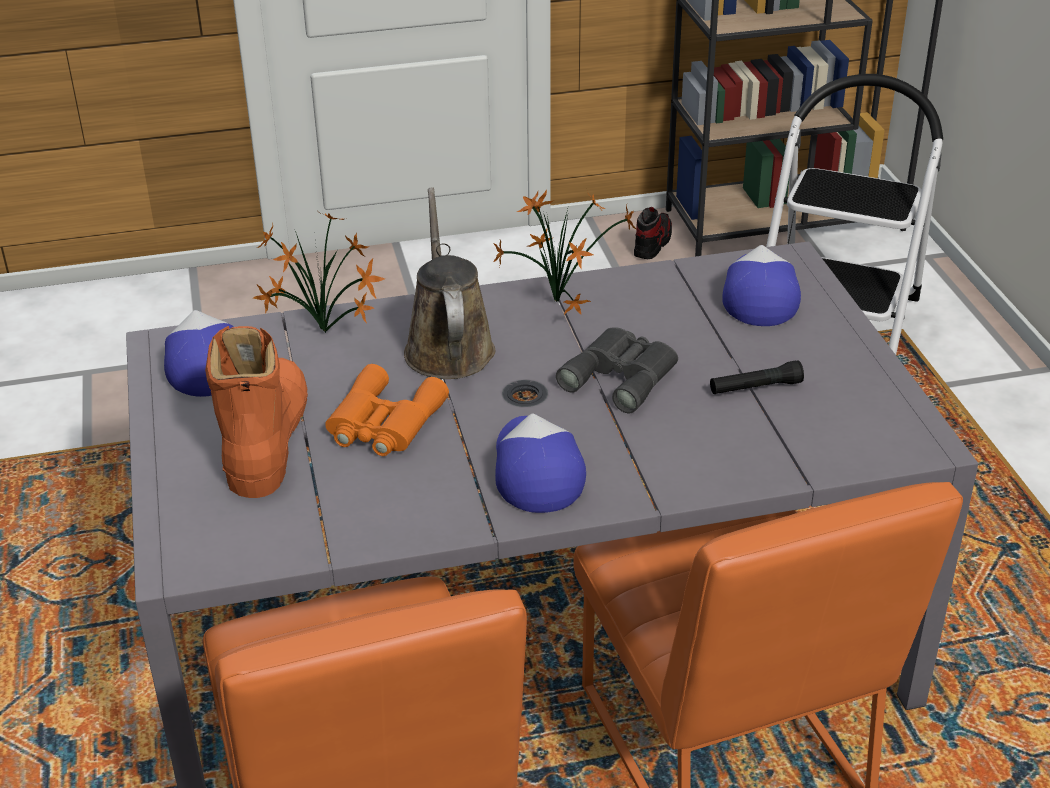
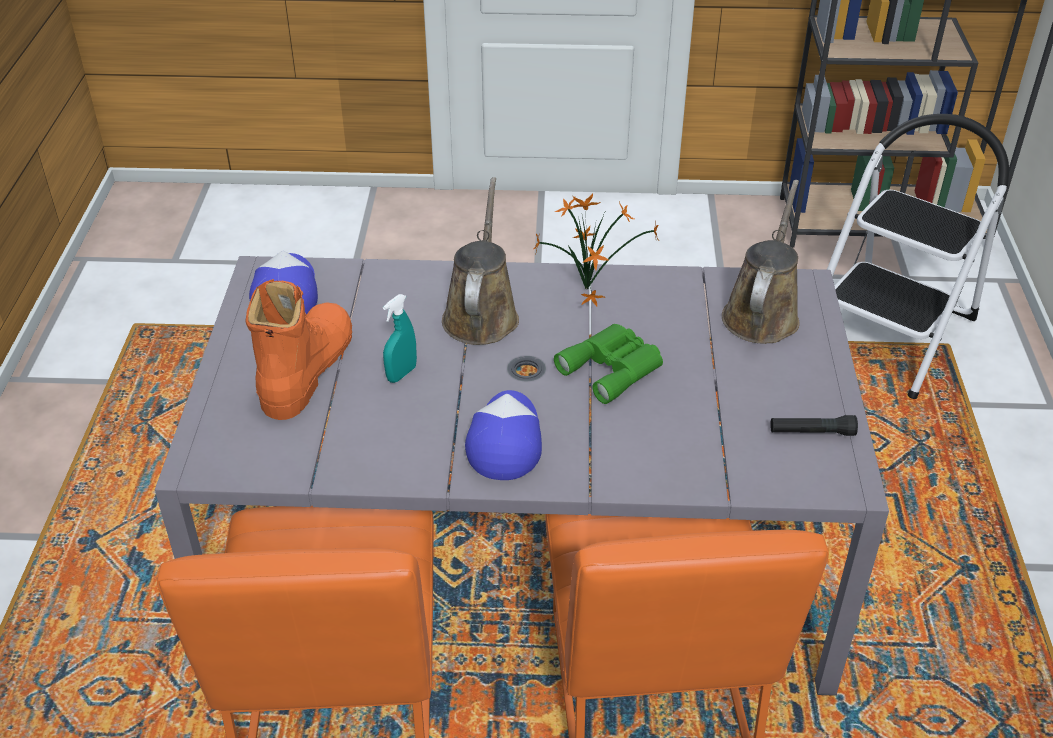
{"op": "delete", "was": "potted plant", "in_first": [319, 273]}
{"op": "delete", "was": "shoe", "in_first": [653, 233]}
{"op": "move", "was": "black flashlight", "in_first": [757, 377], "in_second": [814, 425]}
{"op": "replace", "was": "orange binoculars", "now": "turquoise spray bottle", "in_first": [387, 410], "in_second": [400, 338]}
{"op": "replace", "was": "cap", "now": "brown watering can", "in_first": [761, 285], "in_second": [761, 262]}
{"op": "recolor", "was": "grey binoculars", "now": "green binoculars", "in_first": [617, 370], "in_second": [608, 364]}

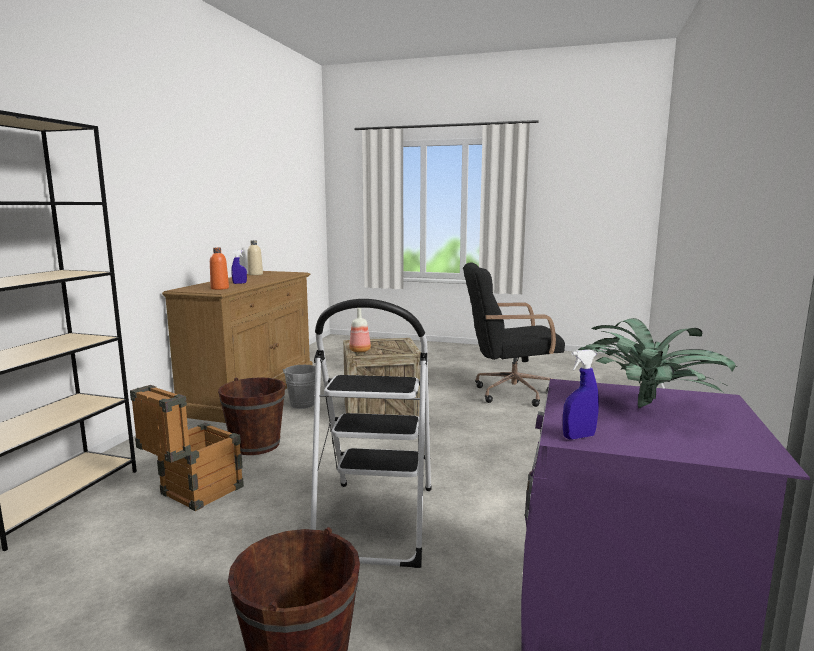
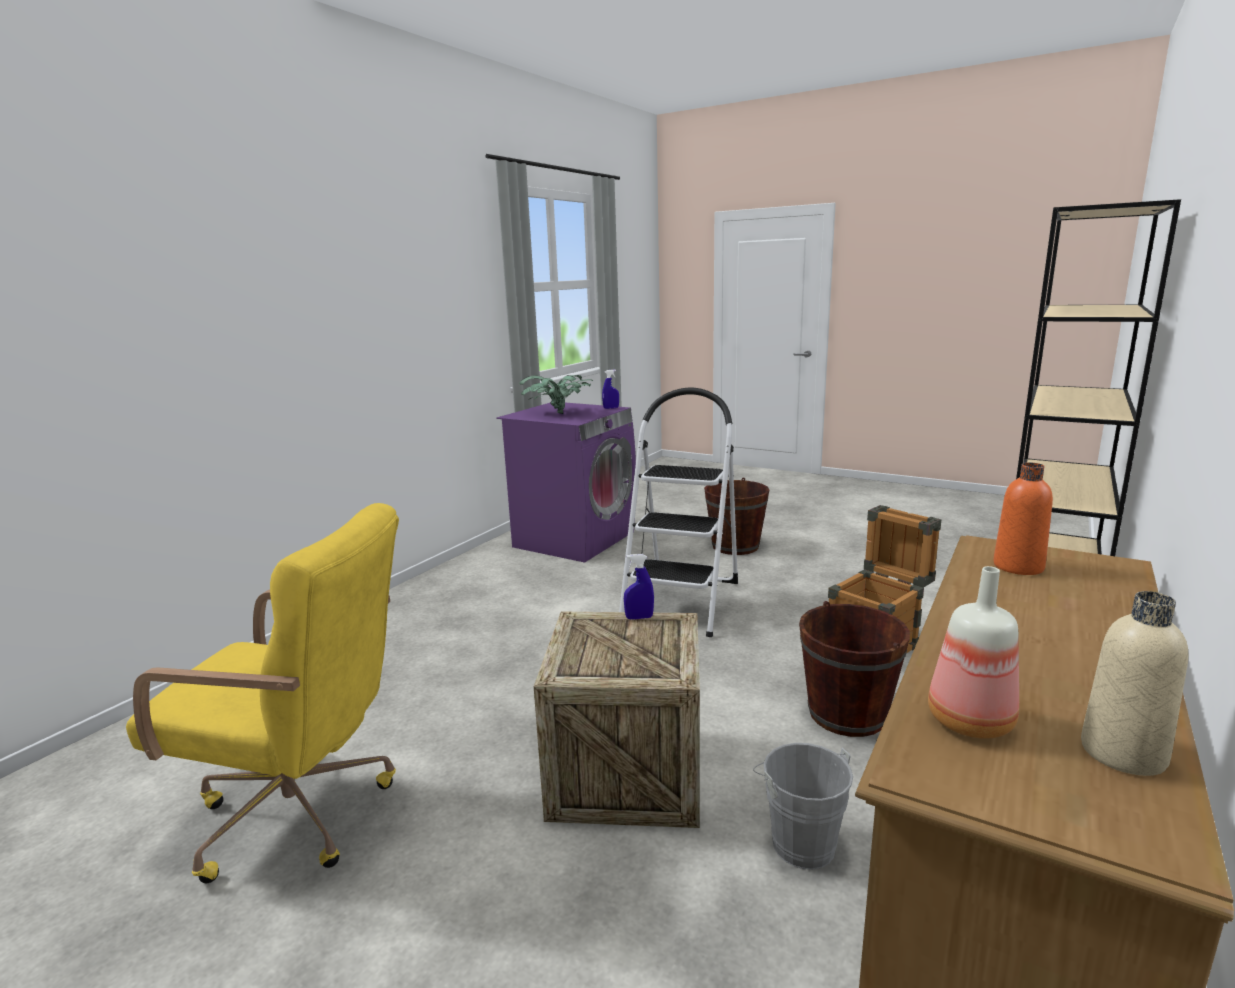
{"op": "move", "was": "blue spray bottle", "in_first": [239, 267], "in_second": [639, 586]}
{"op": "move", "was": "bottle", "in_first": [360, 330], "in_second": [973, 652]}
{"op": "recolor", "was": "black office chair", "now": "yellow office chair", "in_first": [514, 334], "in_second": [262, 693]}

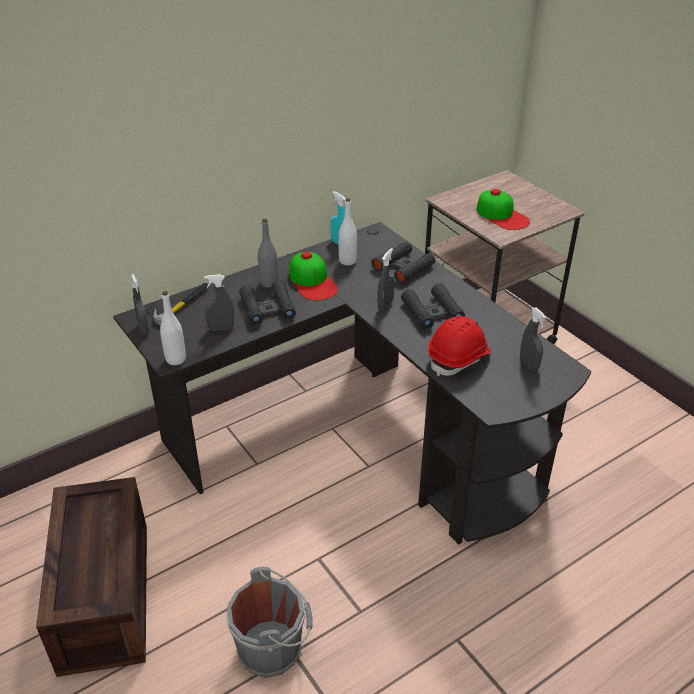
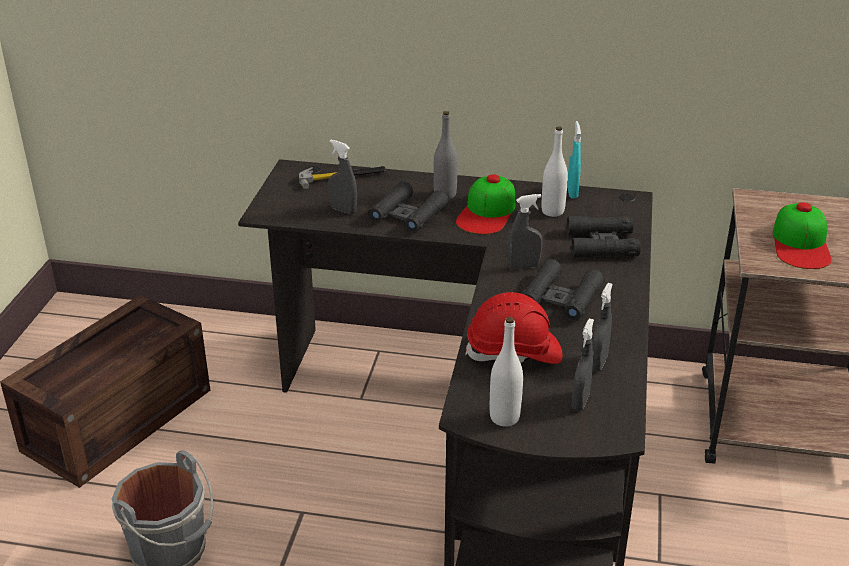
{"op": "move", "was": "grey spray bottle", "in_first": [140, 304], "in_second": [602, 327]}
{"op": "move", "was": "white bottle", "in_first": [173, 328], "in_second": [506, 372]}

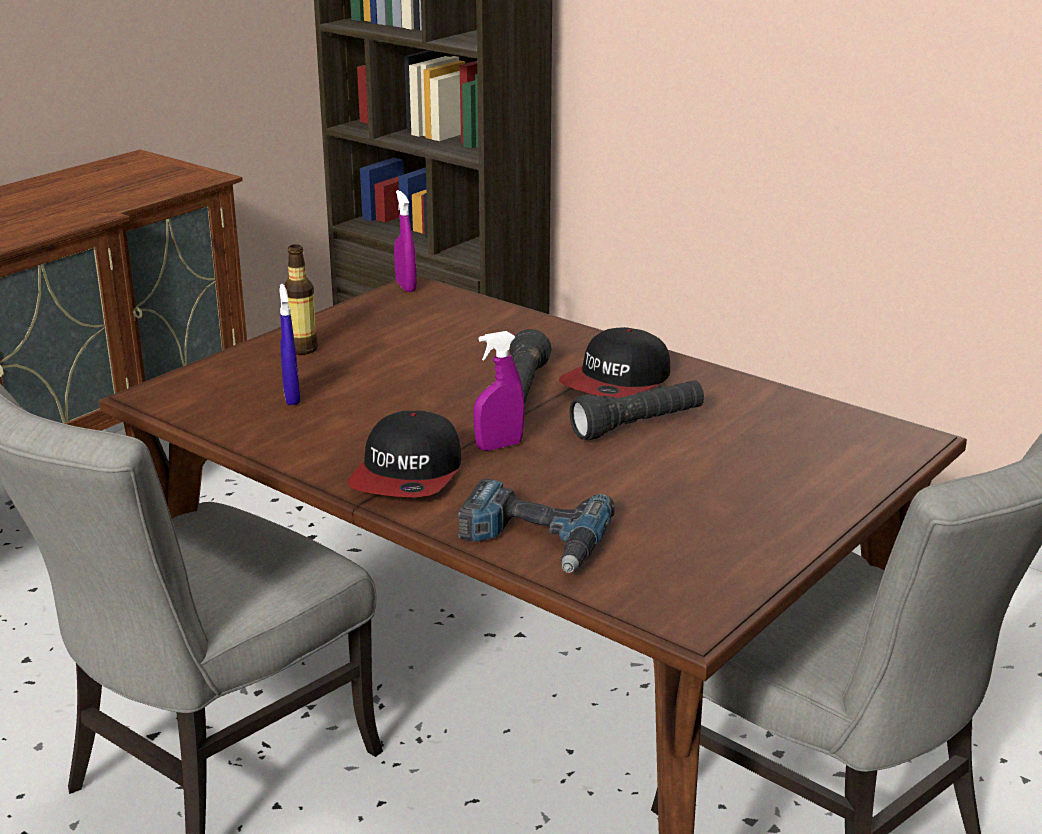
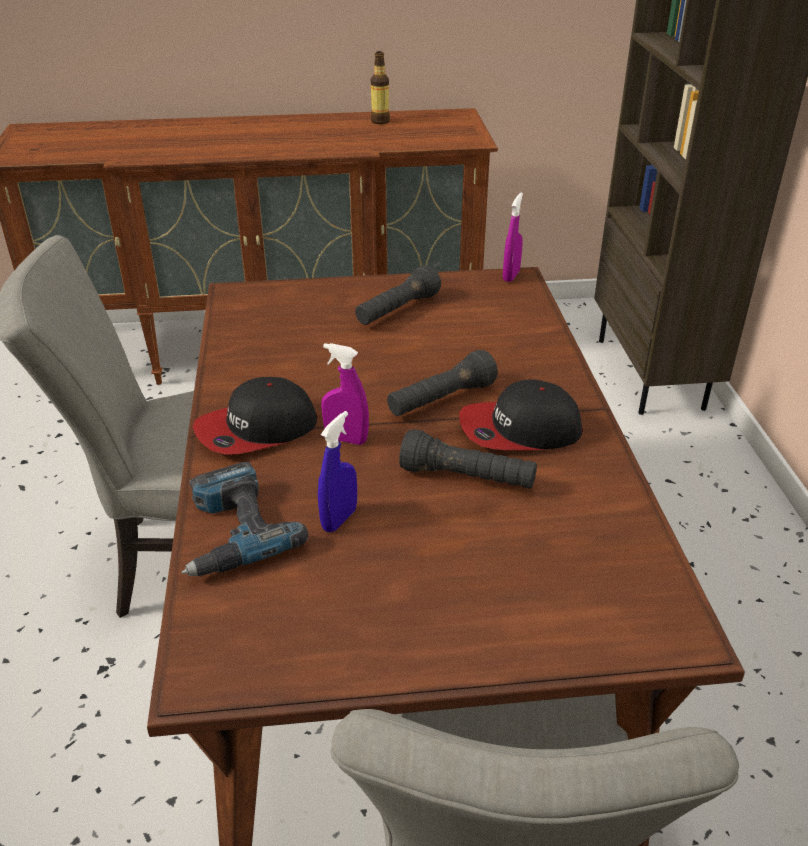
{"op": "insert", "now": "black flashlight", "in_second": [398, 295]}
{"op": "move", "was": "blue spray bottle", "in_first": [289, 344], "in_second": [337, 471]}
{"op": "move", "was": "bottle", "in_first": [301, 299], "in_second": [380, 87]}

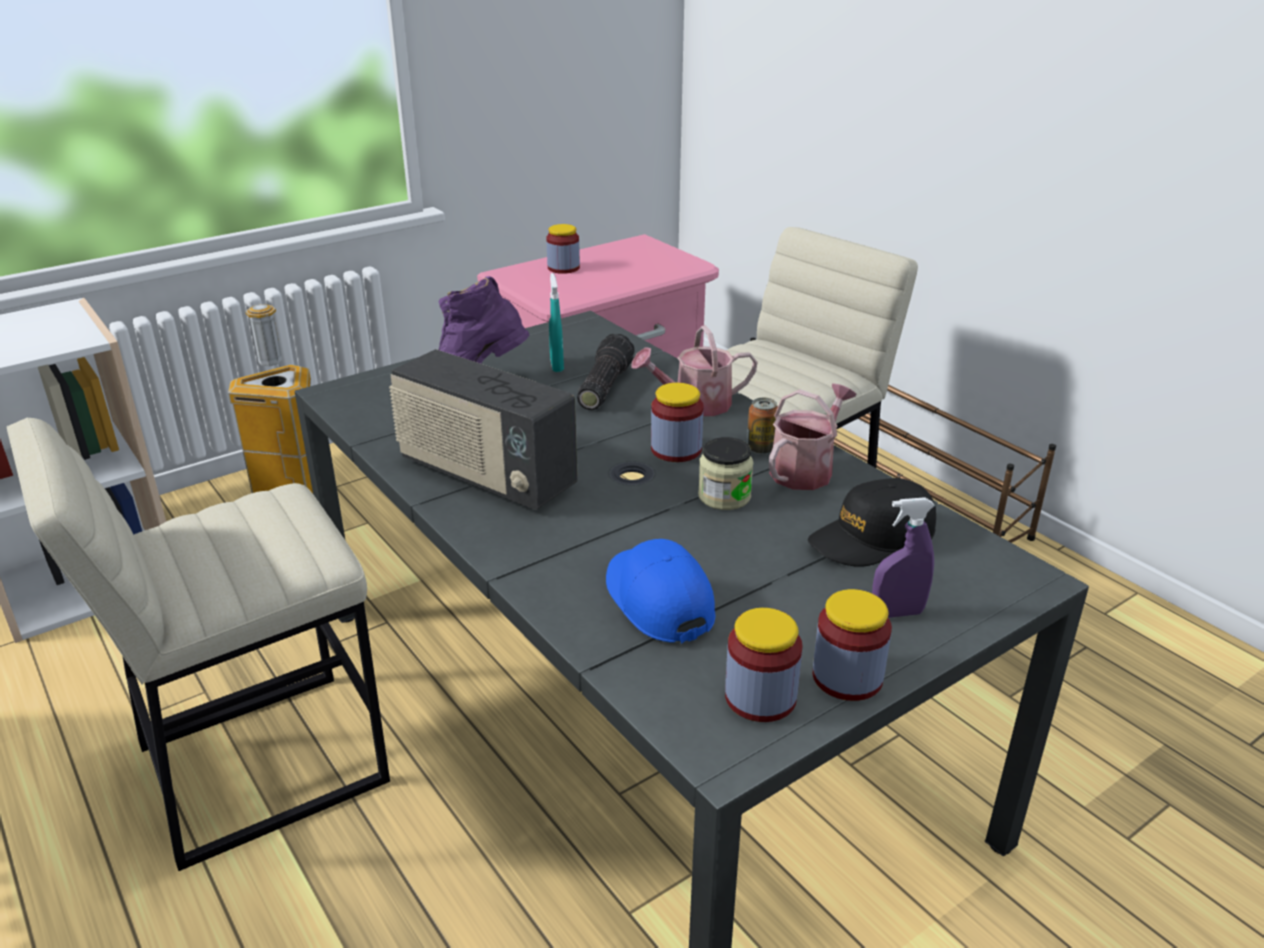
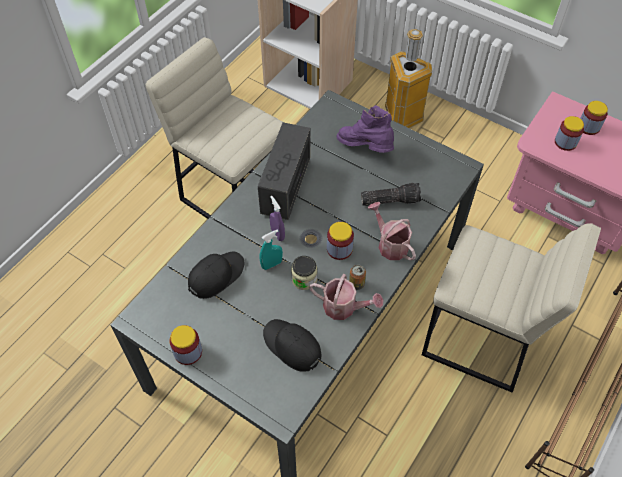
{"op": "move", "was": "turquoise spray bottle", "in_first": [556, 322], "in_second": [271, 249]}
{"op": "move", "was": "jar", "in_first": [764, 665], "in_second": [569, 133]}
{"op": "move", "was": "purple spray bottle", "in_first": [903, 557], "in_second": [277, 218]}
{"op": "recolor", "was": "blue cap", "now": "black cap", "in_first": [660, 591], "in_second": [216, 275]}

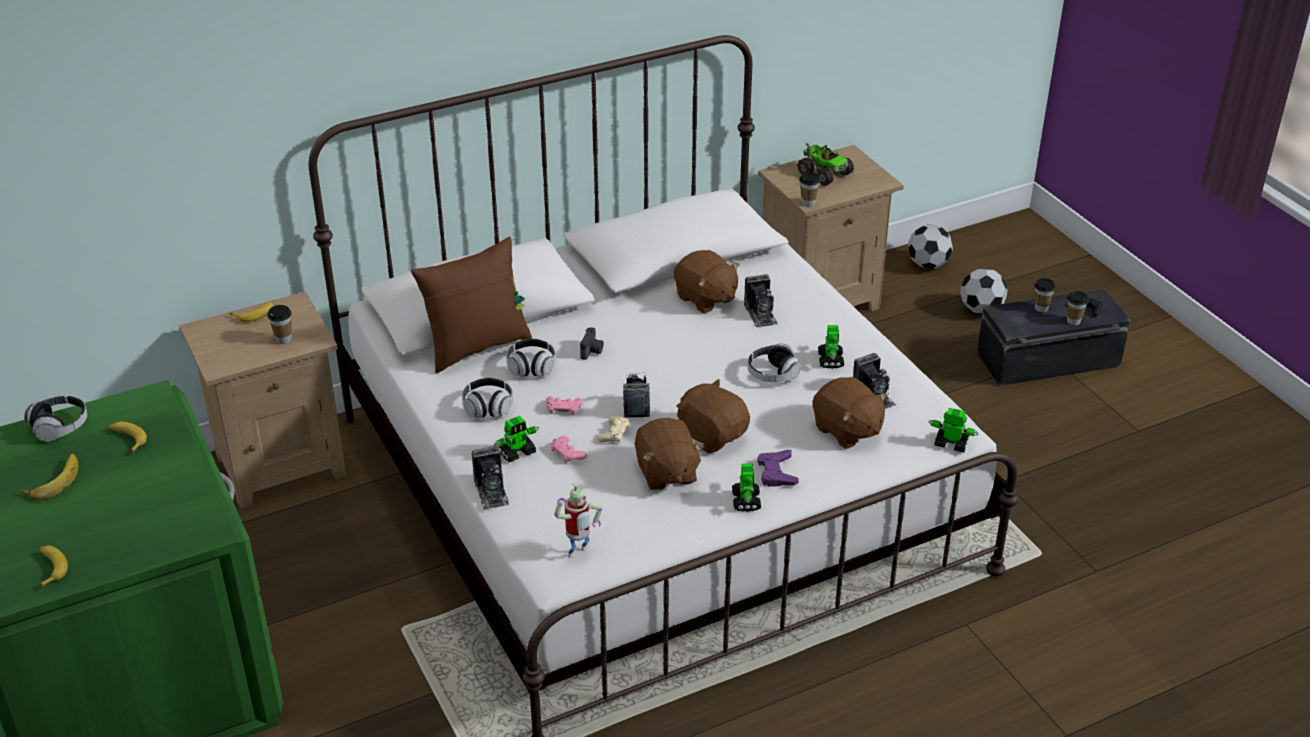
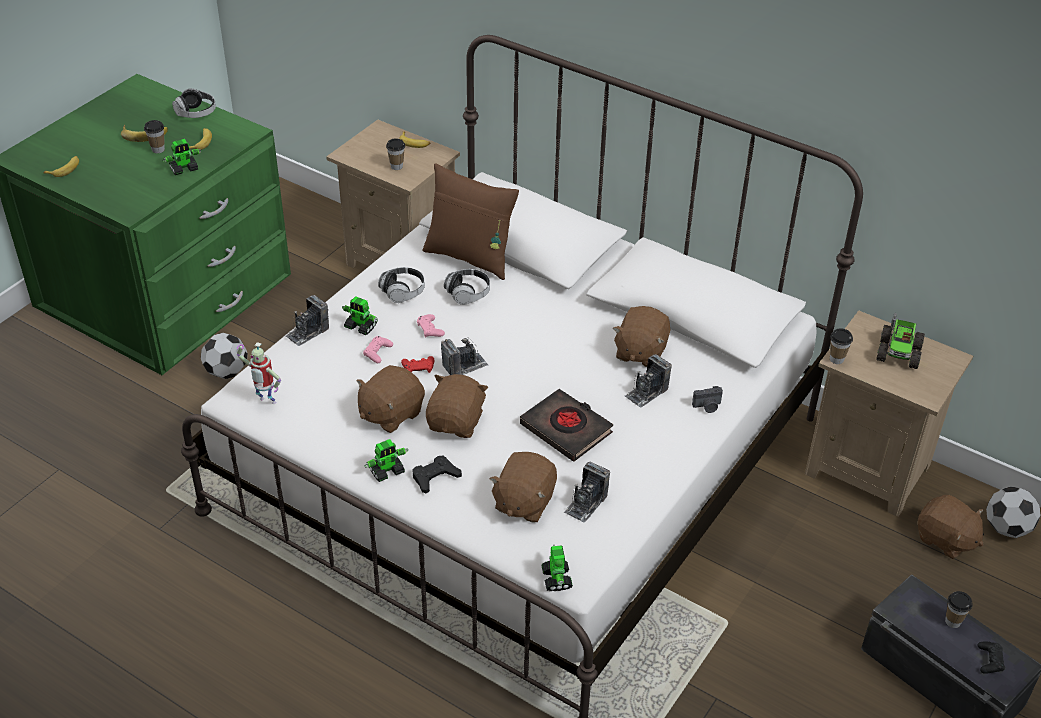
{"op": "insert", "now": "brown plush toy", "in_second": [951, 527]}
{"op": "move", "was": "photo camera", "in_first": [591, 343], "in_second": [707, 399]}
{"op": "move", "was": "toy robot", "in_first": [831, 347], "in_second": [182, 157]}
{"op": "move", "was": "football", "in_first": [984, 291], "in_second": [224, 356]}
{"op": "move", "was": "cup", "in_first": [1078, 308], "in_second": [154, 136]}
{"op": "replace", "was": "headphones", "now": "black book", "in_first": [774, 362], "in_second": [566, 425]}
{"op": "recolor", "was": "beige game controller", "now": "red game controller", "in_first": [613, 429], "in_second": [417, 364]}
{"op": "recolor", "was": "purple game controller", "now": "black game controller", "in_first": [778, 468], "in_second": [437, 475]}

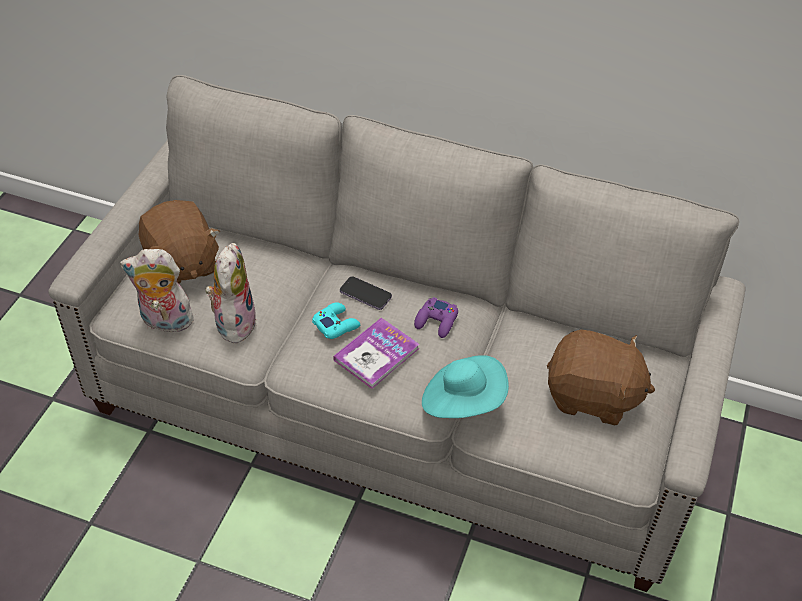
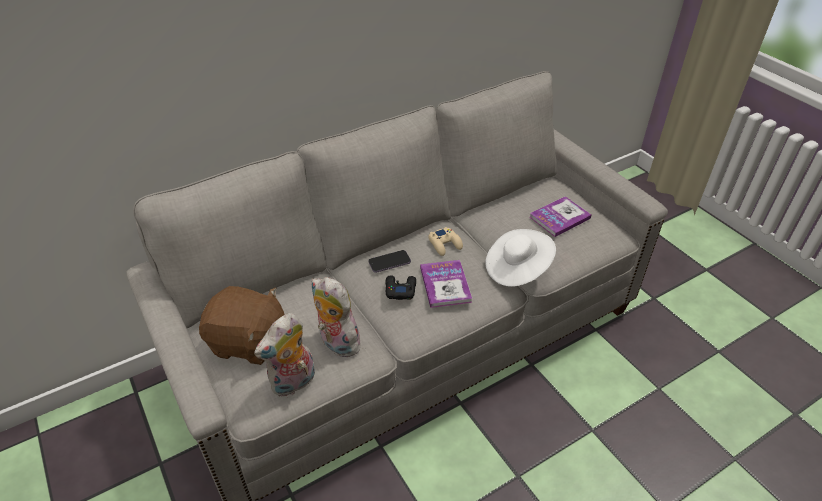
{"op": "replace", "was": "brown plush toy", "now": "book", "in_first": [601, 377], "in_second": [561, 216]}
{"op": "recolor", "was": "turquoise game controller", "now": "black game controller", "in_first": [336, 320], "in_second": [400, 287]}
{"op": "recolor", "was": "purple game controller", "now": "beige game controller", "in_first": [436, 317], "in_second": [445, 241]}
{"op": "recolor", "was": "turquoise hat", "now": "white hat", "in_first": [465, 386], "in_second": [520, 258]}

